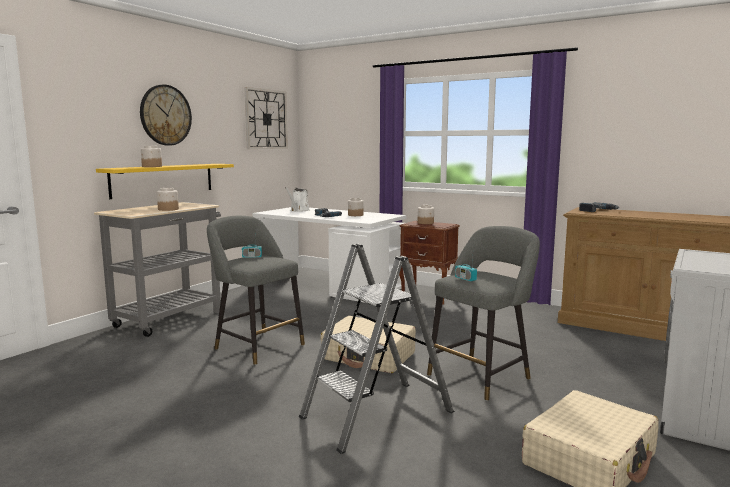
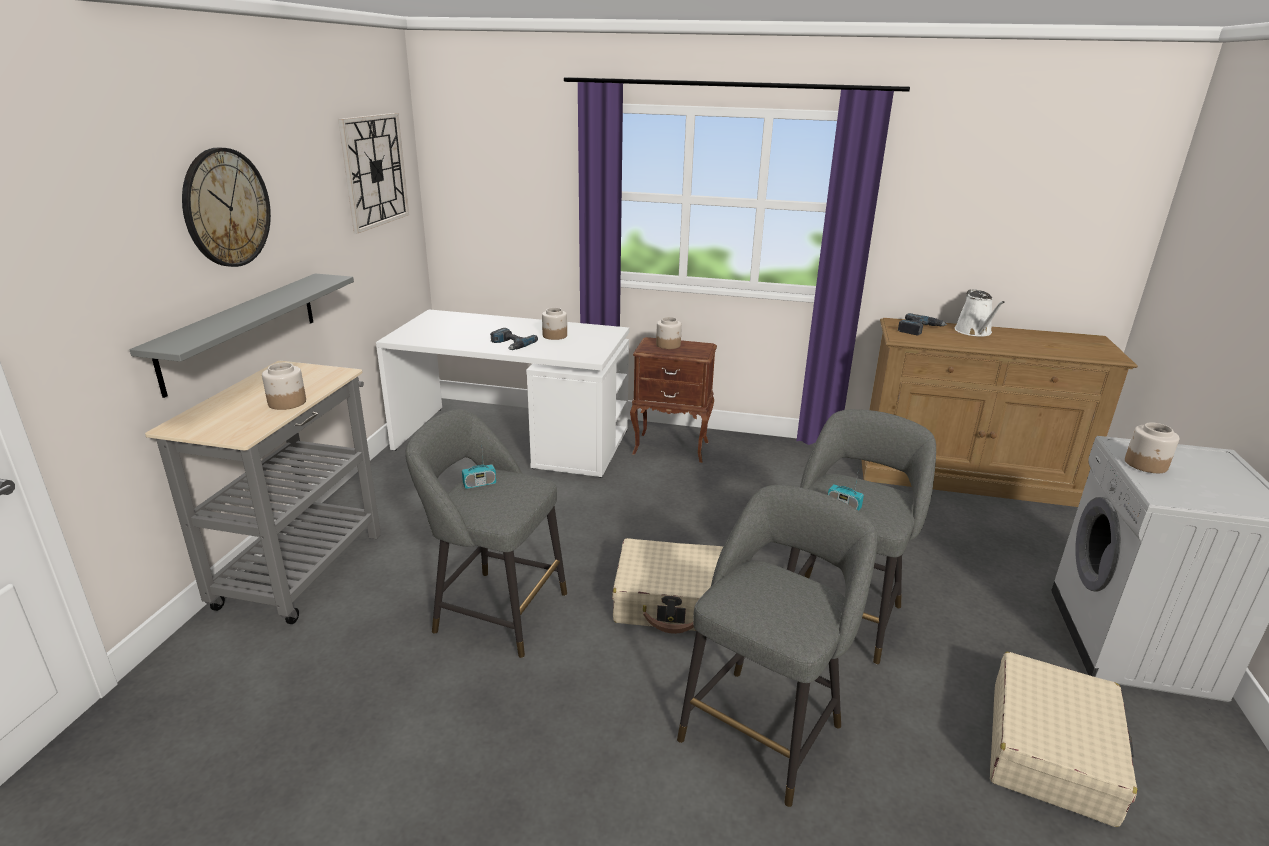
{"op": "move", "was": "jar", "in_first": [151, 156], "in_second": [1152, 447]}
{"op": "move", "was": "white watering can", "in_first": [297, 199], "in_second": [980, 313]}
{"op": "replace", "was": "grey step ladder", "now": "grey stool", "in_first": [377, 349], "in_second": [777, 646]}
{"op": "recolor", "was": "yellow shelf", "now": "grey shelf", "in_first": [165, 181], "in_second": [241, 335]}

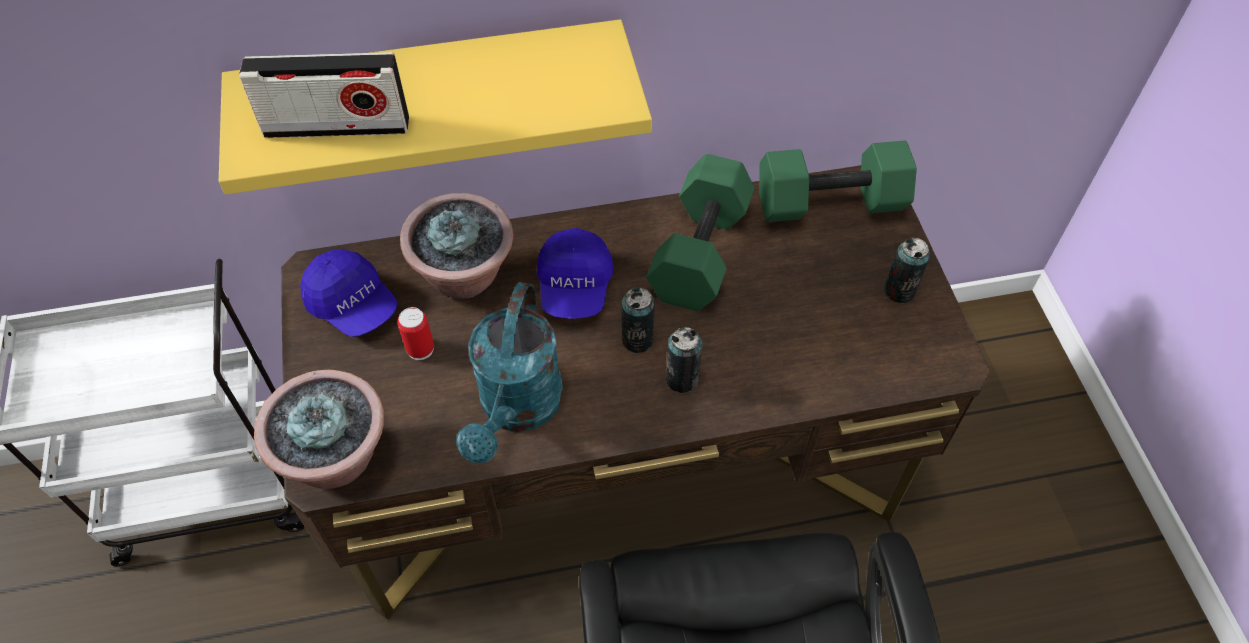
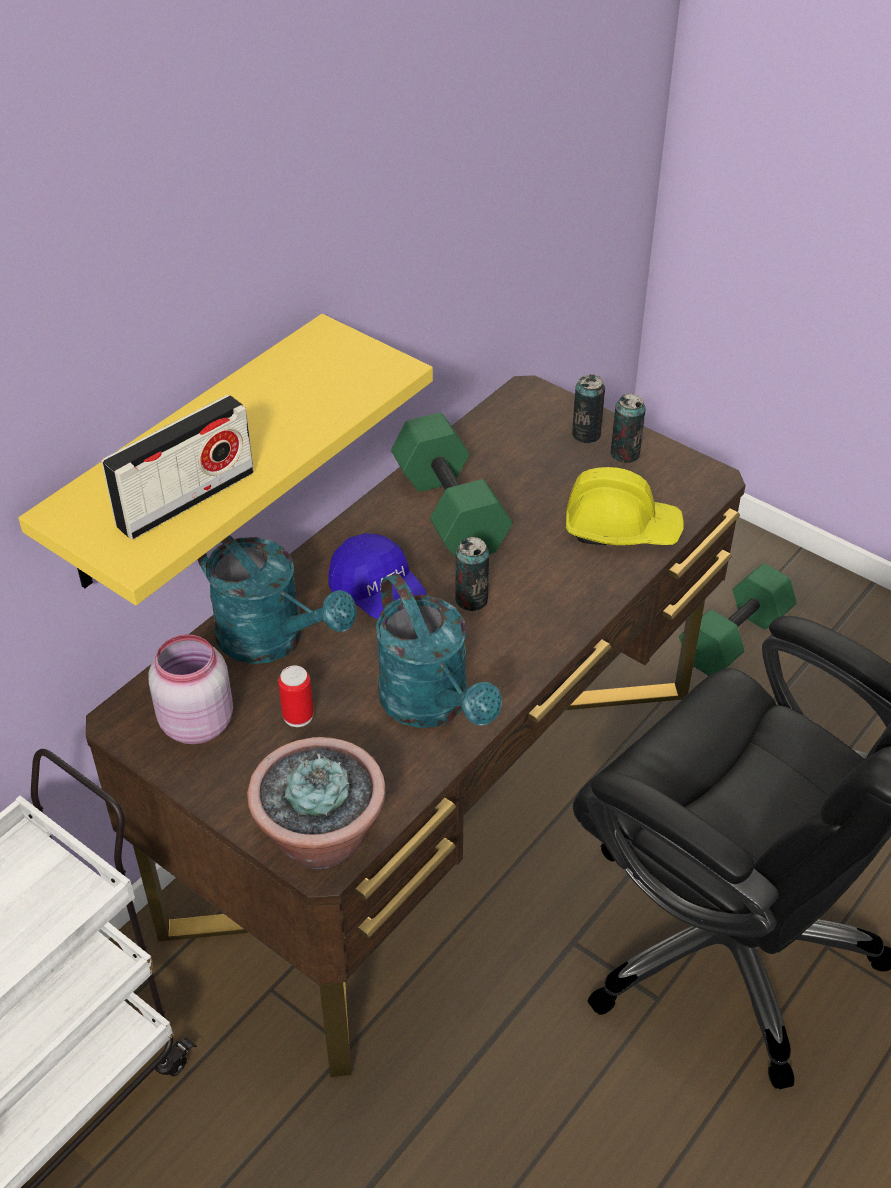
{"op": "insert", "now": "yellow hard hat", "in_second": [625, 506]}
{"op": "move", "was": "can", "in_first": [684, 360], "in_second": [588, 408]}
{"op": "move", "was": "green dumbbell", "in_first": [838, 181], "in_second": [738, 619]}
{"op": "replace", "was": "blue cap", "now": "pink jar", "in_first": [349, 293], "in_second": [190, 689]}
{"op": "replace", "was": "potted plant", "now": "turquoise watering can", "in_first": [456, 246], "in_second": [277, 599]}

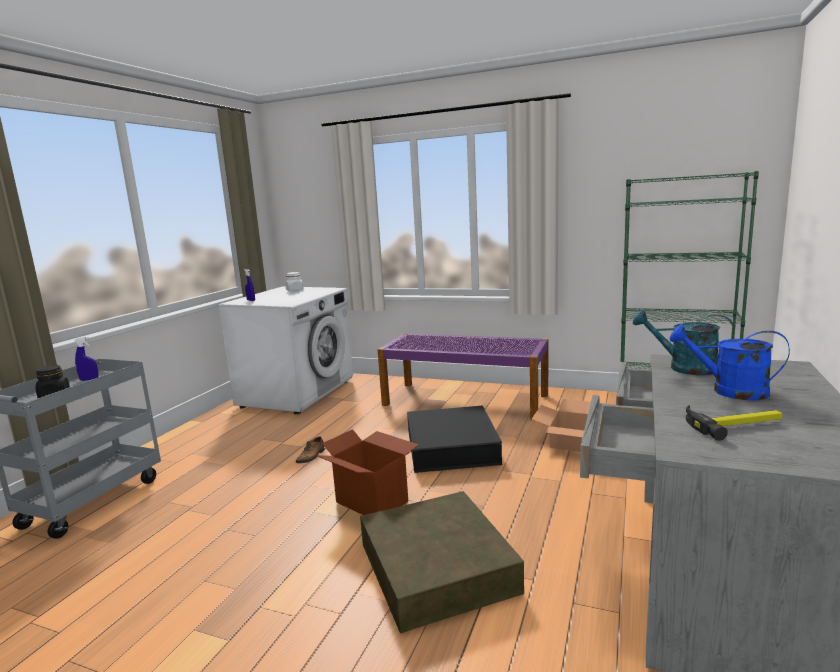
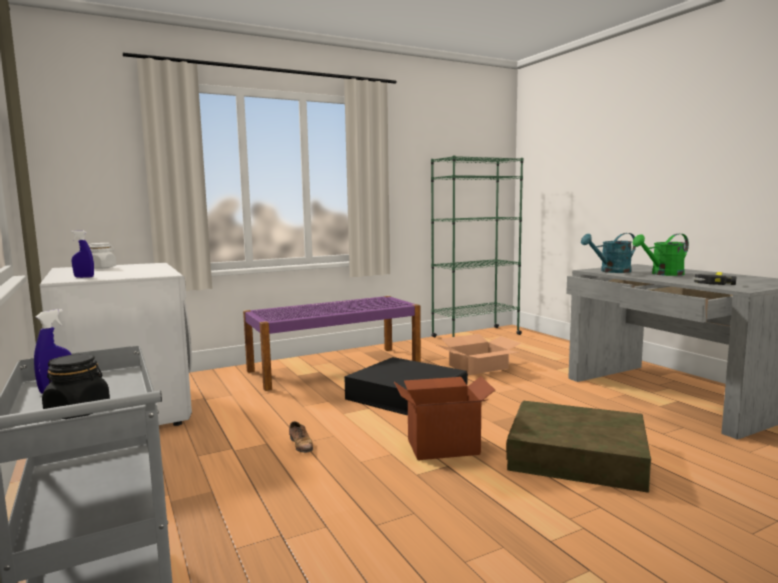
{"op": "recolor", "was": "blue watering can", "now": "green watering can", "in_first": [730, 362], "in_second": [661, 255]}

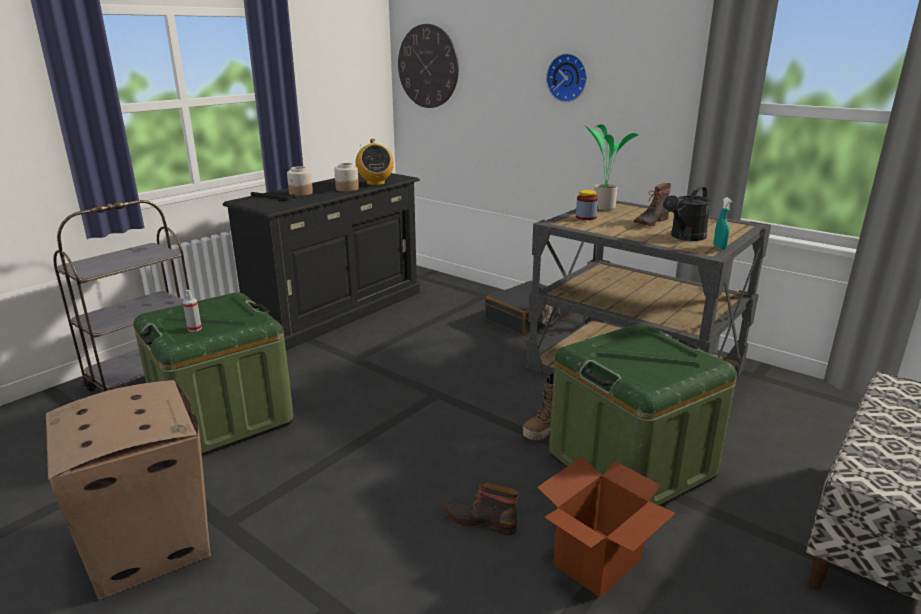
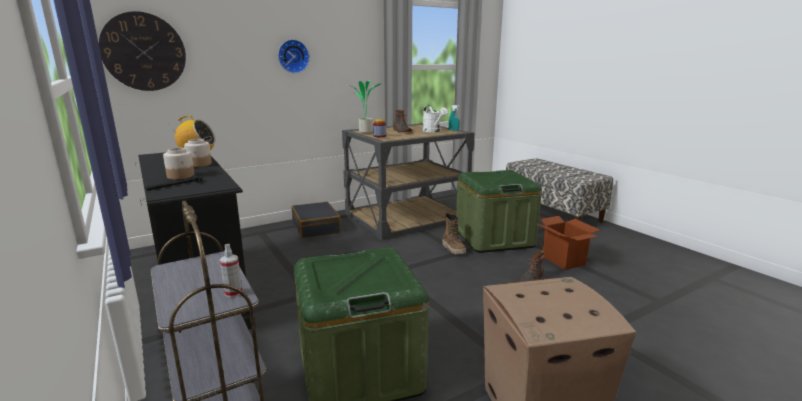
{"op": "move", "was": "spray bottle", "in_first": [192, 311], "in_second": [231, 271]}
{"op": "recolor", "was": "black watering can", "now": "white watering can", "in_first": [687, 213], "in_second": [435, 118]}

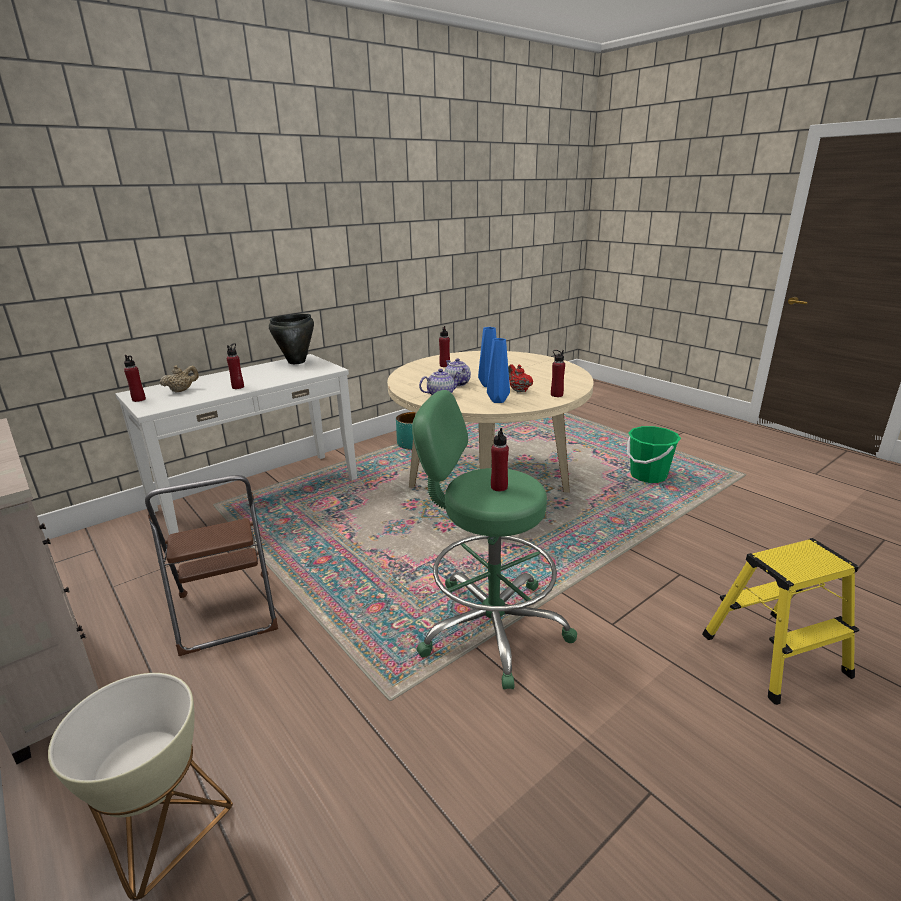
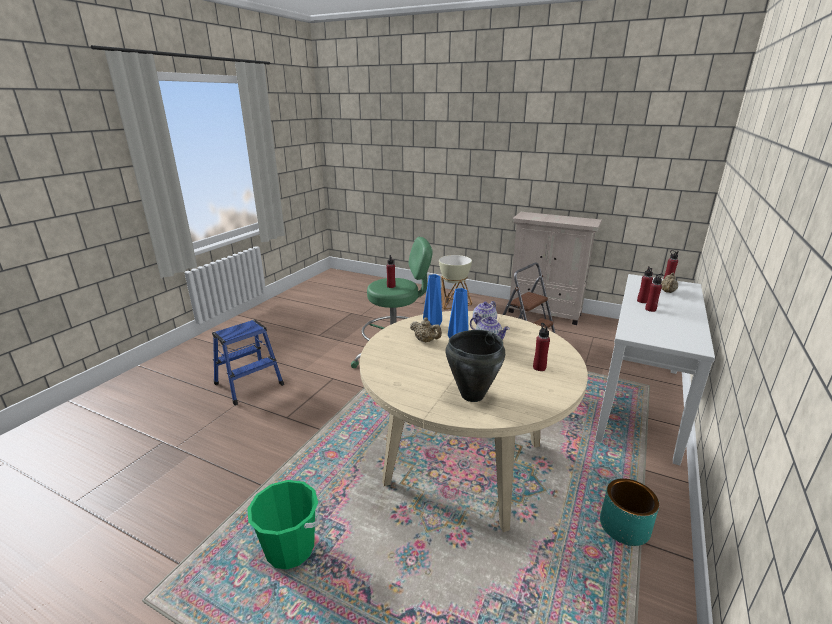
{"op": "move", "was": "black cooking pot", "in_first": [291, 339], "in_second": [475, 366]}
{"op": "move", "was": "red bottle", "in_first": [558, 373], "in_second": [654, 293]}
{"op": "recolor", "was": "red teapot", "now": "beige teapot", "in_first": [520, 378], "in_second": [426, 329]}
{"op": "recolor", "was": "yellow step ladder", "now": "blue step ladder", "in_first": [781, 621], "in_second": [248, 362]}

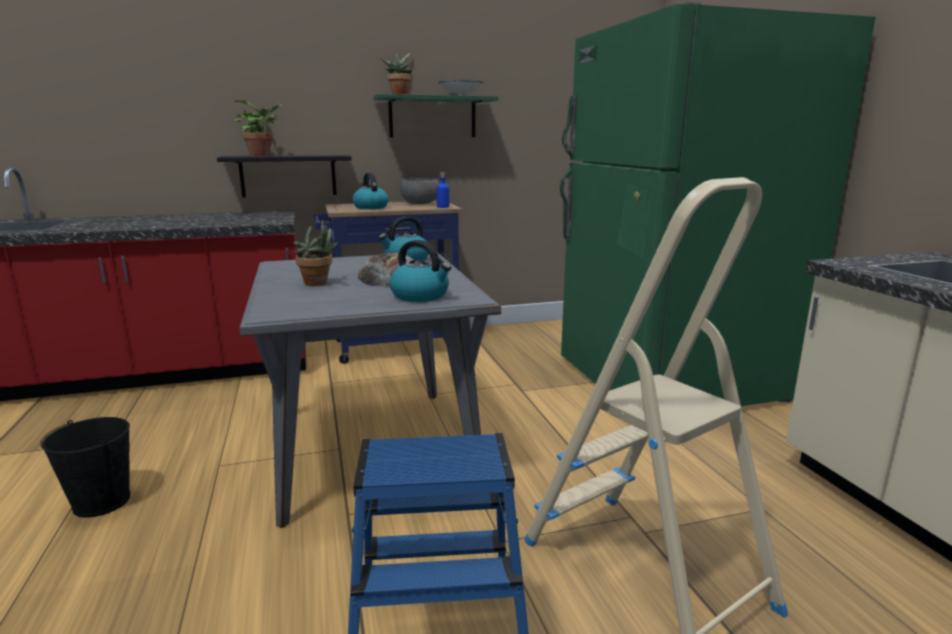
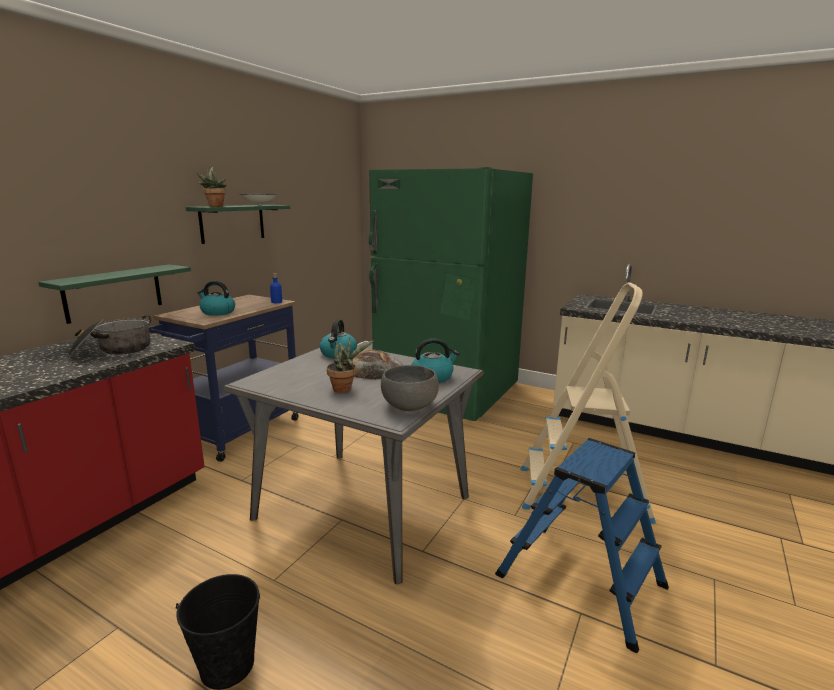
{"op": "delete", "was": "potted plant", "in_first": [258, 128]}
{"op": "insert", "now": "cooking pot", "in_second": [109, 336]}
{"op": "move", "was": "grey bowl", "in_first": [419, 191], "in_second": [410, 388]}
{"op": "recolor", "was": "black shelf", "now": "green shelf", "in_first": [284, 176], "in_second": [114, 294]}

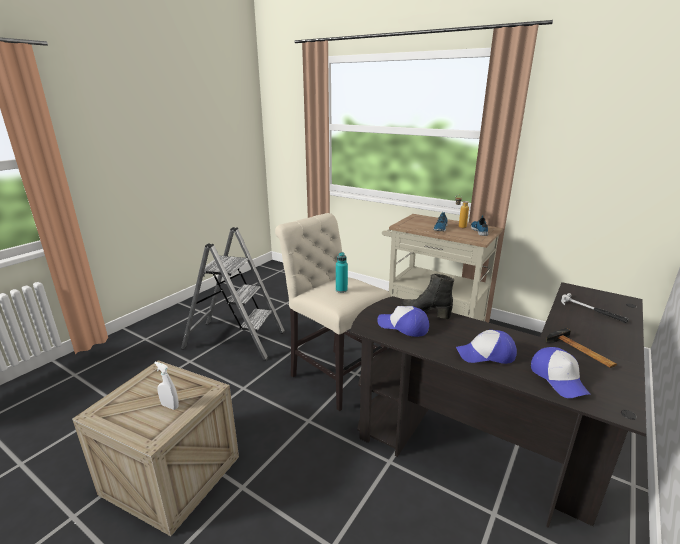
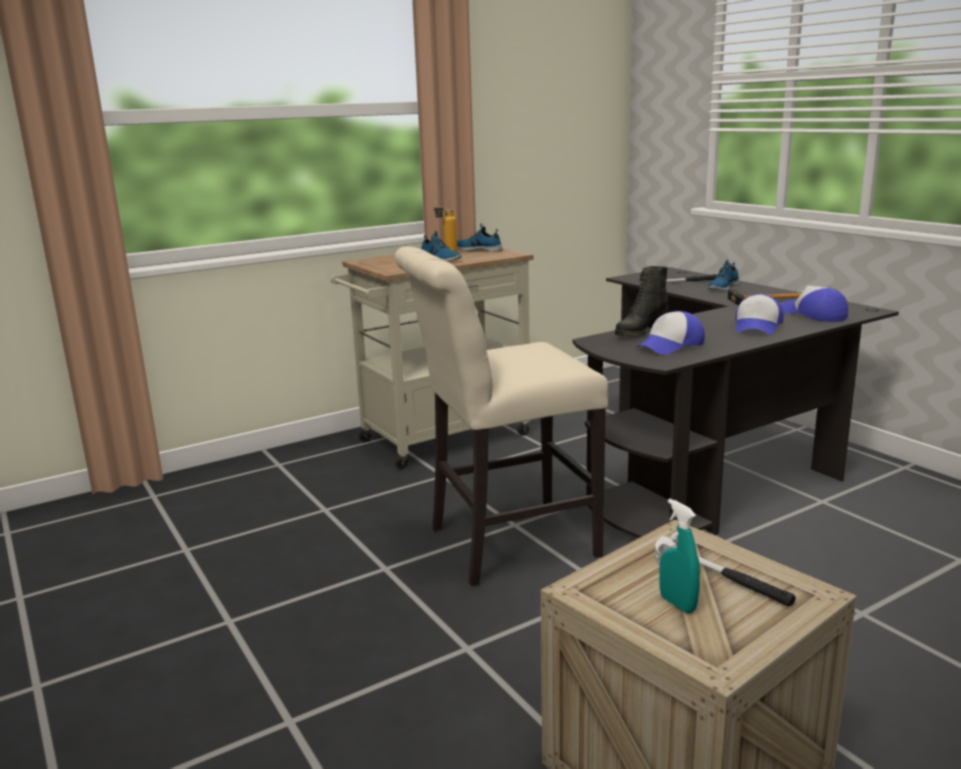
{"op": "delete", "was": "grey step ladder", "in_first": [233, 294]}
{"op": "delete", "was": "turquoise bottle", "in_first": [342, 272]}
{"op": "insert", "now": "turquoise spray bottle", "in_second": [679, 556]}
{"op": "insert", "now": "shoe", "in_second": [723, 275]}
{"op": "replace", "was": "white spray bottle", "now": "hammer", "in_first": [166, 386], "in_second": [725, 569]}
{"op": "rotate", "was": "cap", "in_first": [561, 372], "in_second": [814, 304], "clockwise": -135}

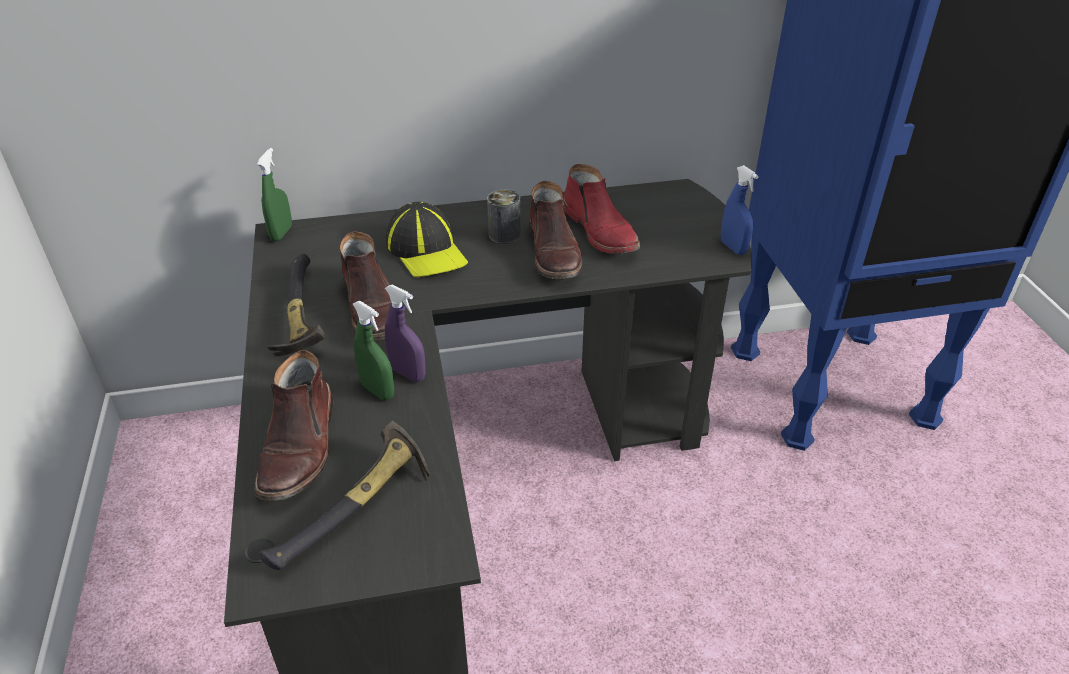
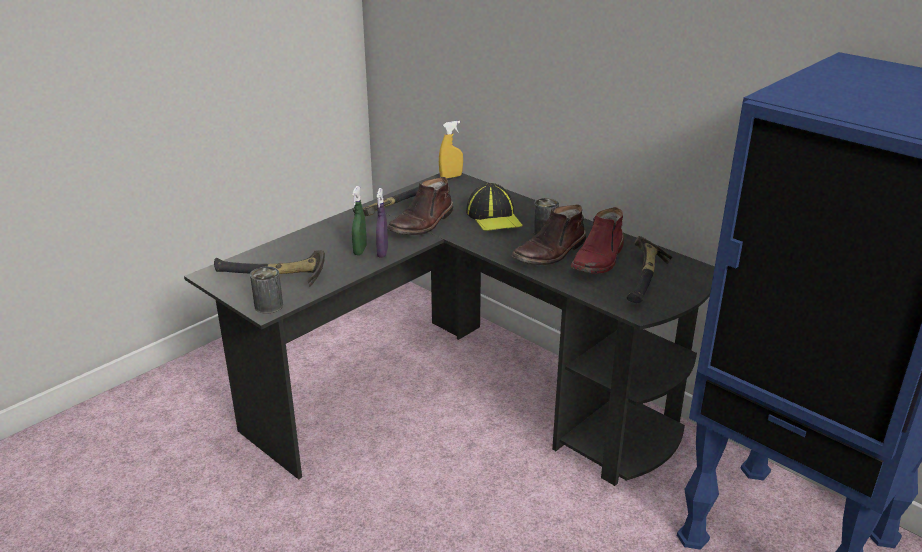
{"op": "delete", "was": "brown boot", "in_first": [294, 425]}
{"op": "delete", "was": "blue spray bottle", "in_first": [740, 210]}
{"op": "insert", "now": "can", "in_second": [266, 290]}
{"op": "insert", "now": "hammer", "in_second": [649, 269]}
{"op": "recolor", "was": "green spray bottle", "now": "yellow spray bottle", "in_first": [274, 194], "in_second": [451, 149]}
{"op": "rotate", "was": "cap", "in_first": [427, 239], "in_second": [494, 207], "clockwise": -45}

